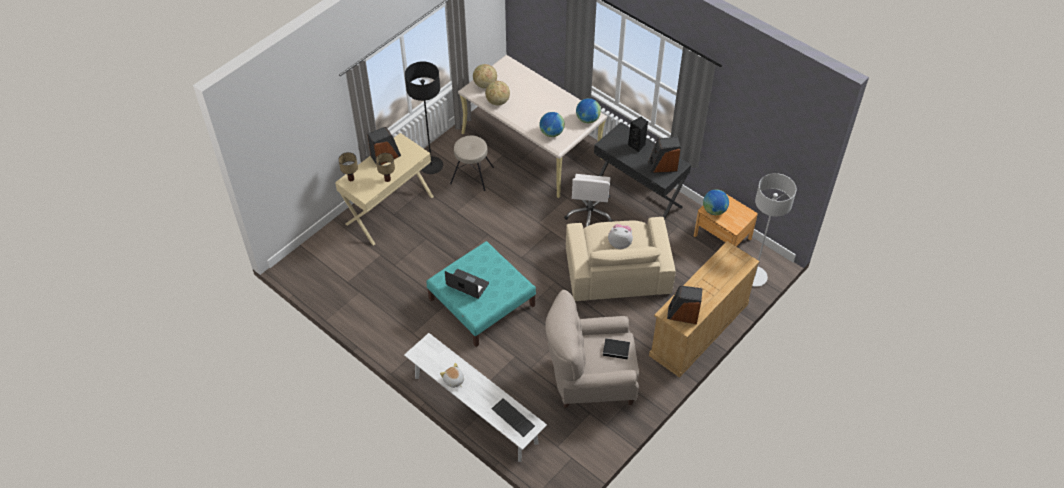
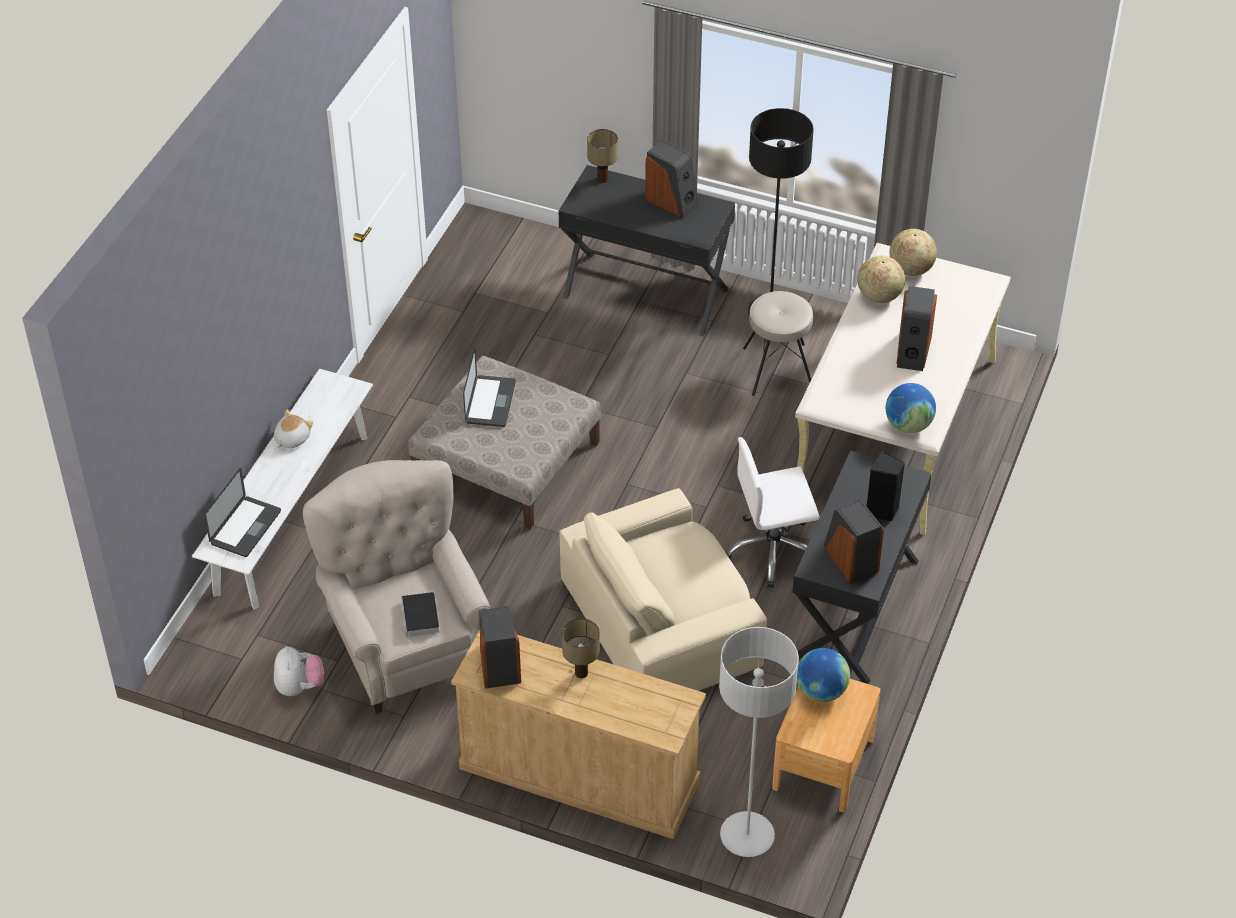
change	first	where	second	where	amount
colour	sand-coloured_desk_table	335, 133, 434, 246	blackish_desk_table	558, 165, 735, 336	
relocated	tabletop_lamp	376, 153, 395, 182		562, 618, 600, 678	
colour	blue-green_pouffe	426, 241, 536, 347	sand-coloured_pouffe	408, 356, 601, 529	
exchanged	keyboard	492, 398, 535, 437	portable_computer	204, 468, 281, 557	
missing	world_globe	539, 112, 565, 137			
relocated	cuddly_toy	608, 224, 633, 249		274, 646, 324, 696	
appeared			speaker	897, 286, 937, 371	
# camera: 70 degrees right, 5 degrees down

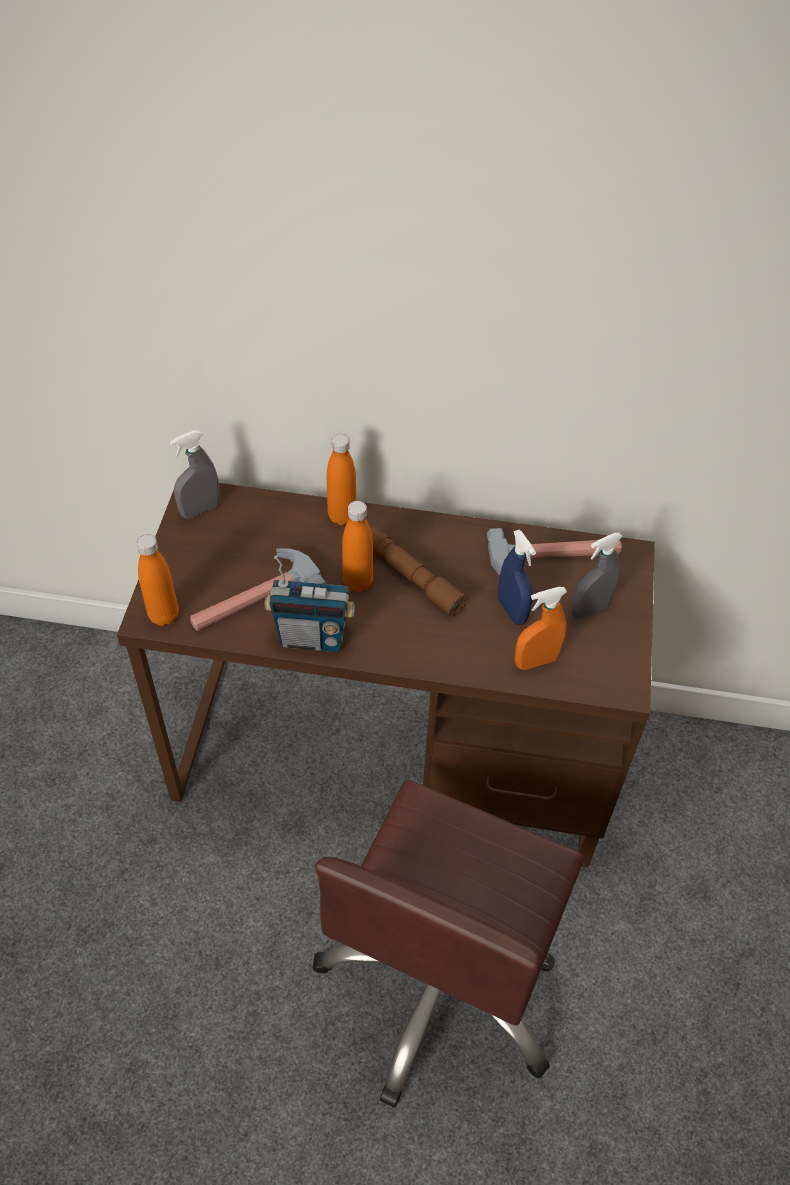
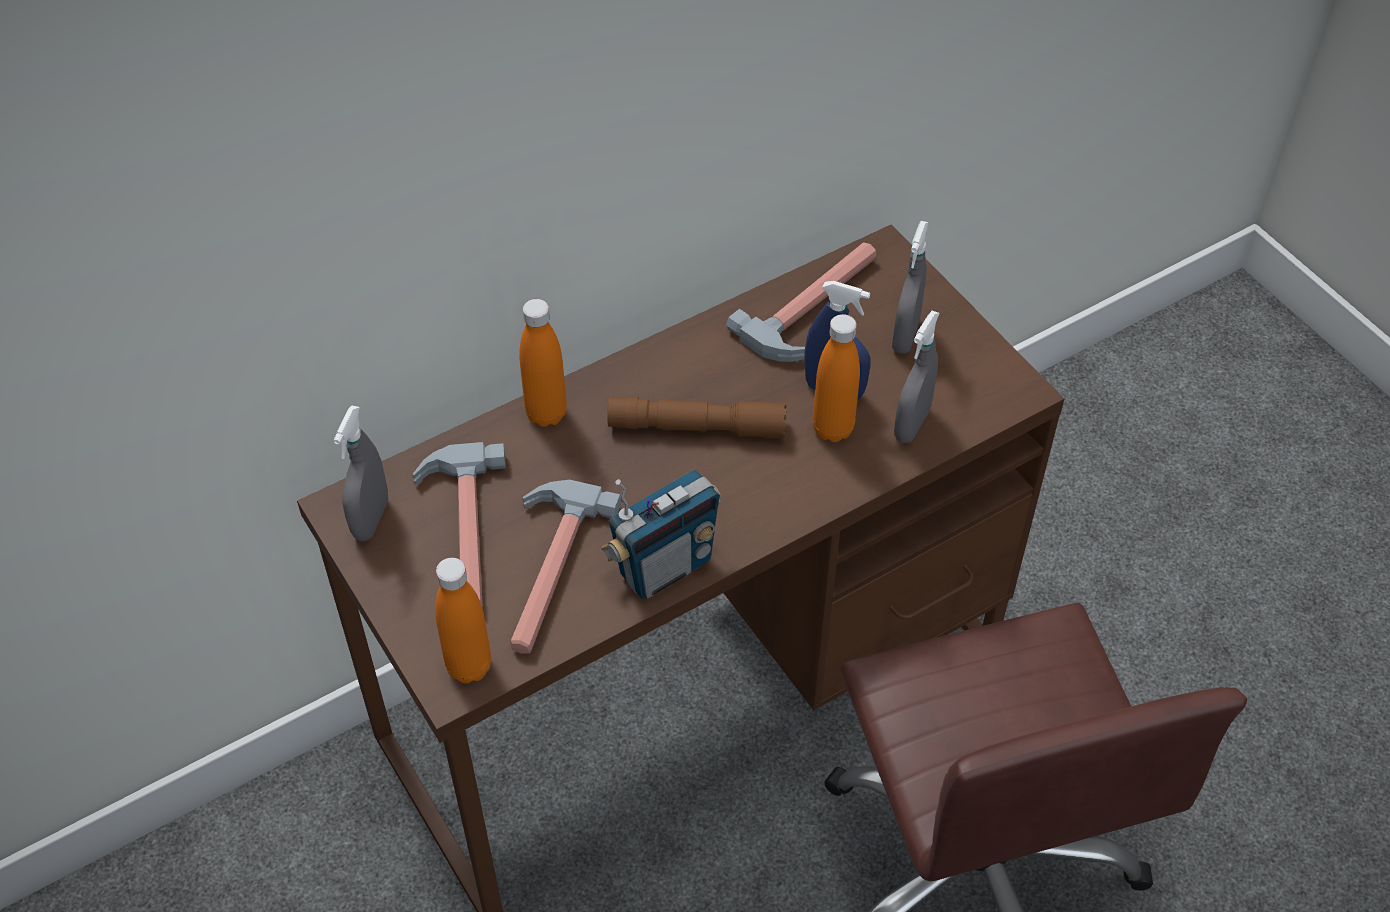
change	first	where	second	where	amount
relocated	orange_beverage_bottle	342, 501, 373, 592		813, 314, 860, 442	
colour	orange_hand_sprayer	515, 587, 567, 670	grey_hand_sprayer	894, 311, 940, 443	
appeared			hammer	412, 442, 506, 607	
# camera: 40 degrees left, 0 degrees up

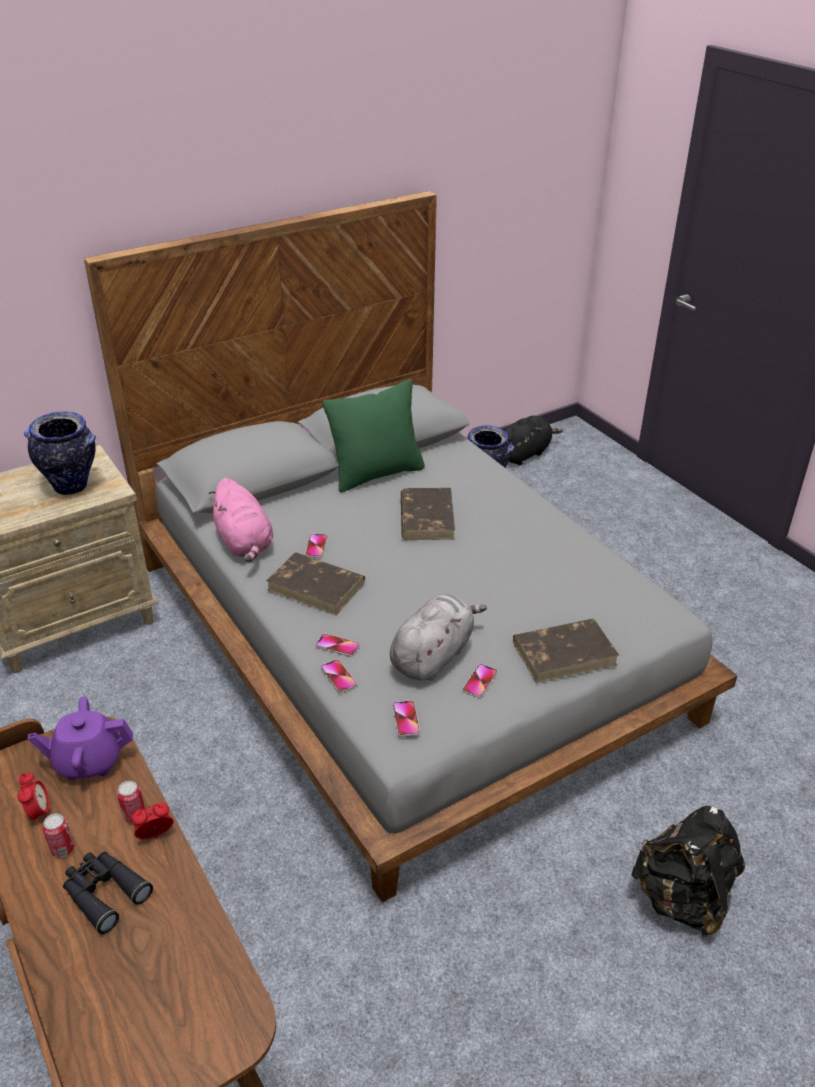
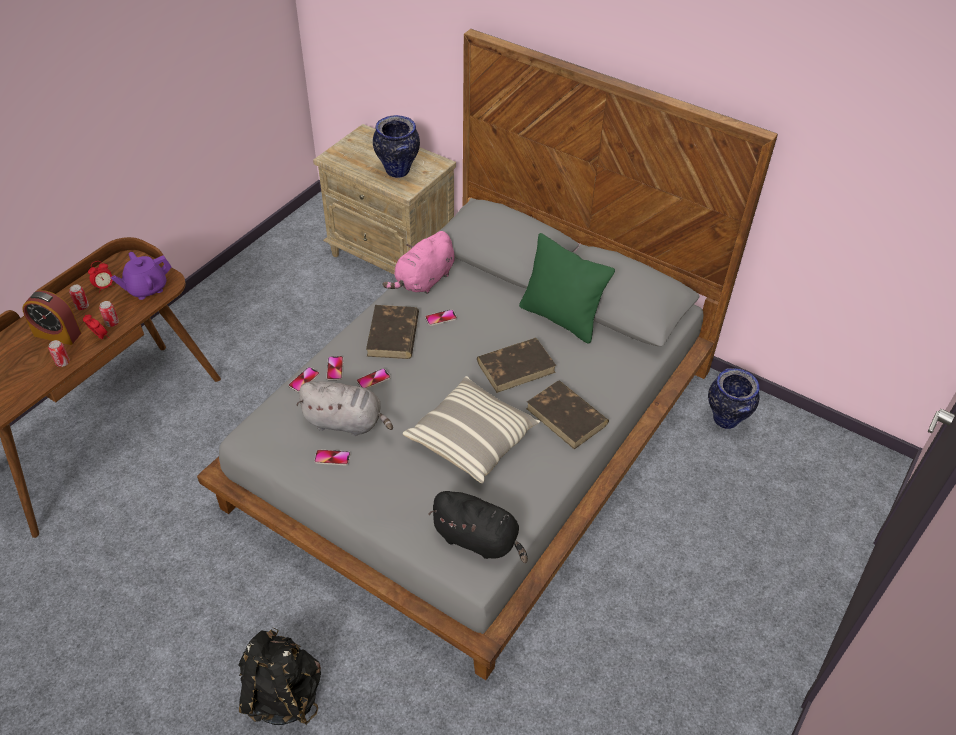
change	first	where	second	where	amount
spun	purple-coloured_tea_pot	28, 696, 133, 780		111, 252, 172, 300	90 degrees counterclockwise
exchanged	blackish_pair_of_binoculars	63, 852, 153, 934	bedside_clock	23, 290, 81, 345	
relocated	telephone	393, 700, 420, 737		357, 368, 391, 389	
relocated	blackish_cuddly_toy	503, 416, 563, 465		428, 491, 528, 563	
relocated	brown-coloured_bound_book	513, 618, 619, 683		526, 380, 609, 449	
appeared			can	48, 340, 70, 367	
appeared			pillow	403, 376, 540, 483	
# camera: 65 degrees right, 10 degrees up

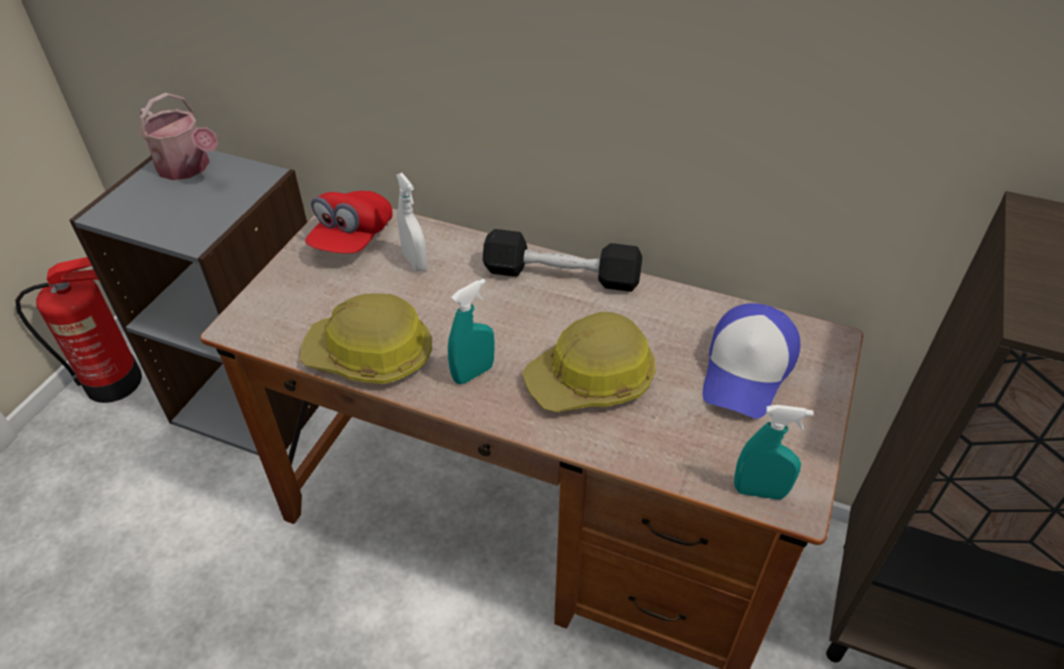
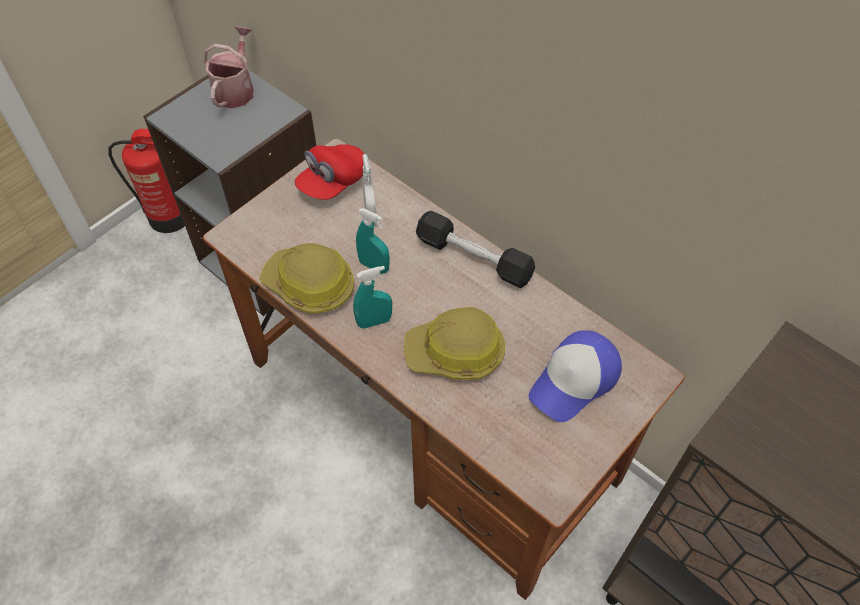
change	first	where	second	where	amount
spun	watering_pot	140, 93, 218, 180		204, 26, 254, 108	135 degrees counterclockwise
relocated	blue-green_hand_sprayer	734, 405, 813, 500		356, 208, 390, 274	
# camera: 20 degrees right, 10 degrees up

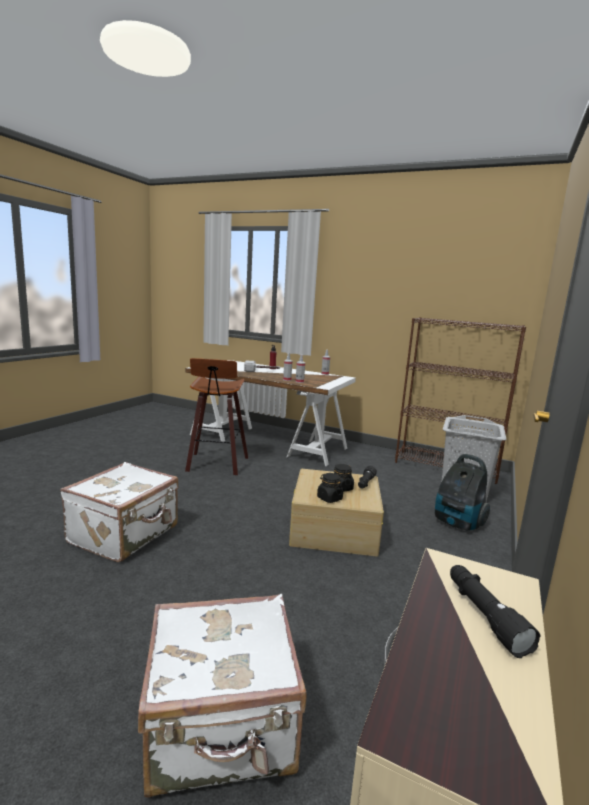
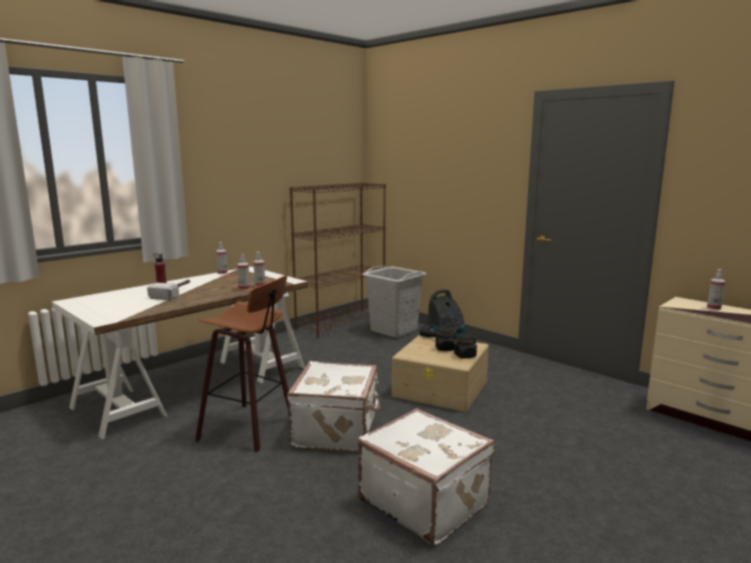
change	first	where	second	where	amount
relocated	white-coloured_suitcase	138, 594, 307, 798		287, 361, 382, 452	
exchanged	blackish_flashlight	450, 565, 541, 658	hand_sprayer	707, 269, 726, 310	
# camera: 70 degrees left, 0 degrees up

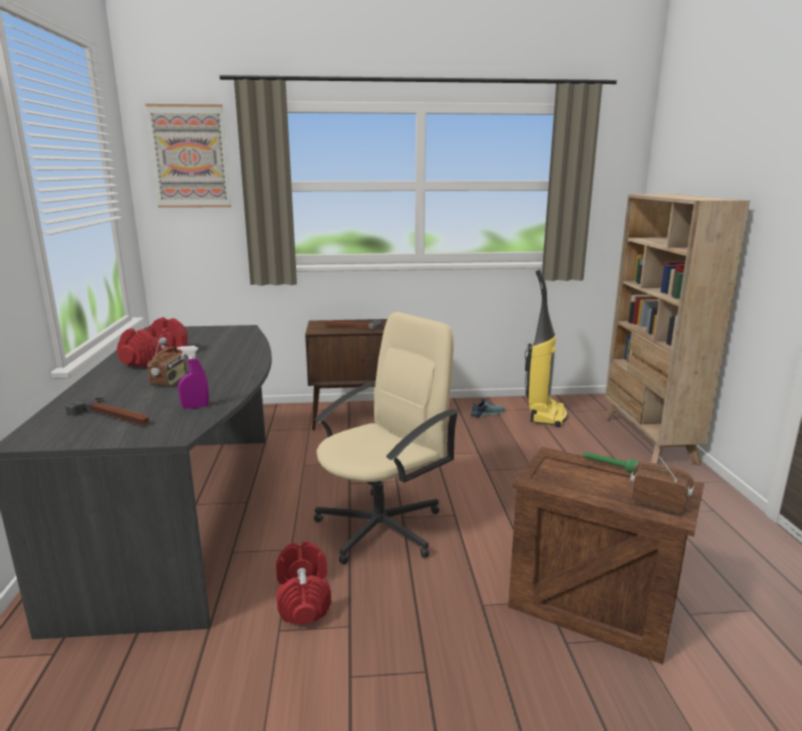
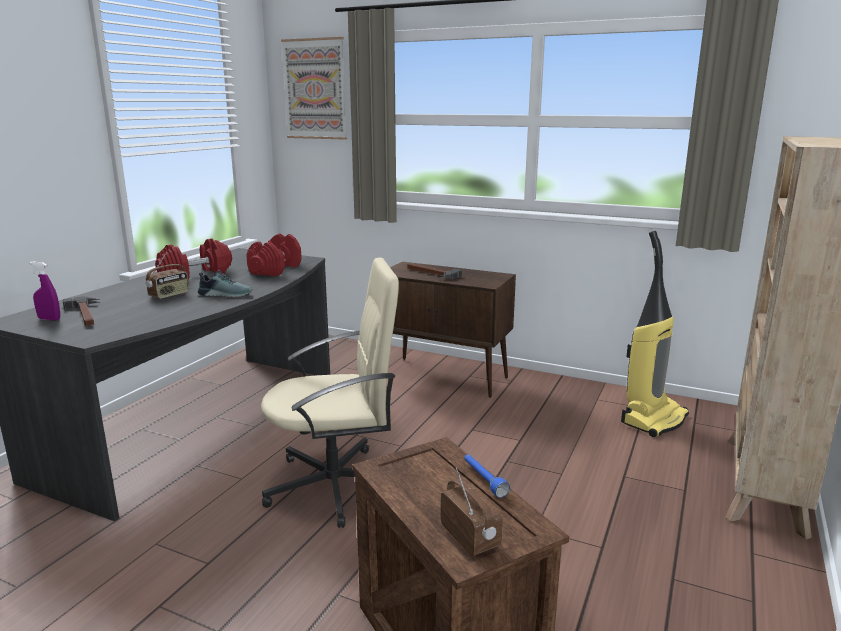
change	first	where	second	where	amount
relocated	purple-coloured_hand_sprayer	177, 346, 209, 409		29, 261, 60, 320	
relocated	red_free_weight	276, 542, 331, 624		246, 233, 302, 276	
relocated	low_shoe	471, 398, 505, 418		198, 270, 252, 297	
colour	greenish_flashlight	583, 452, 640, 473	bluish_flashlight	464, 454, 510, 498	
# camera: 30 degrees right, 0 degrees up

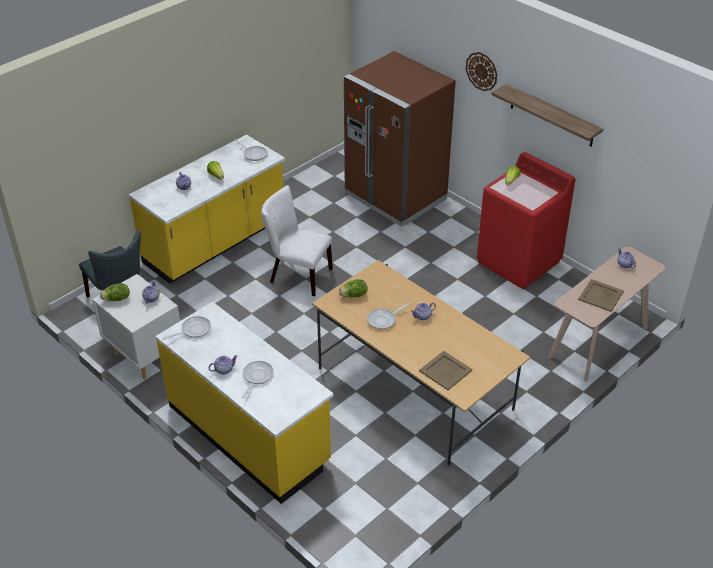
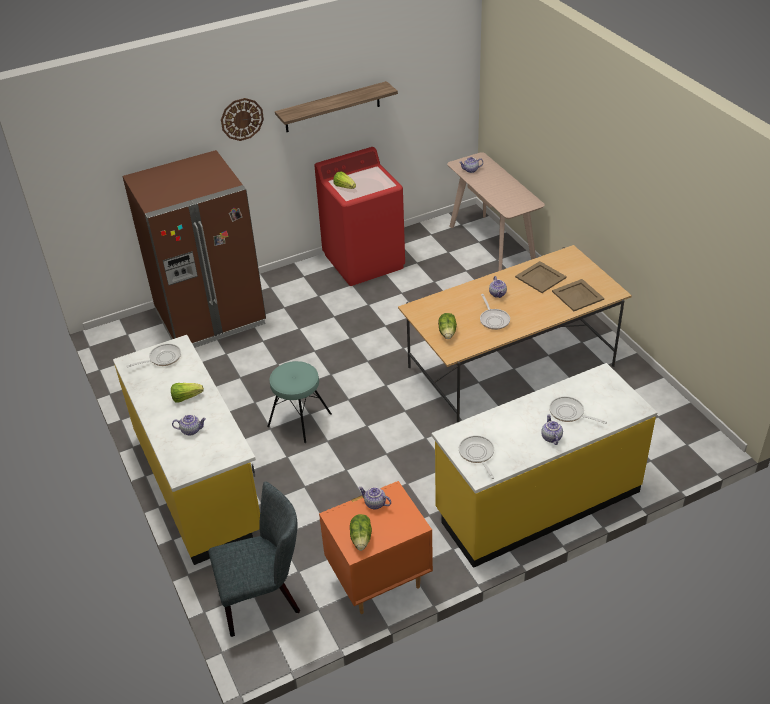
change	first	where	second	where	amount
colour	white-coloured_nightstand	92, 274, 180, 380	orange_nightstand	319, 481, 433, 614	
exchanged	white-coloured_upright_chair	261, 185, 333, 296	blue-green_sitting_stool	267, 361, 332, 443	
relocated	sand-coloured_tray	578, 279, 624, 312		515, 261, 567, 293	
# camera: 70 degrees left, 0 degrees up

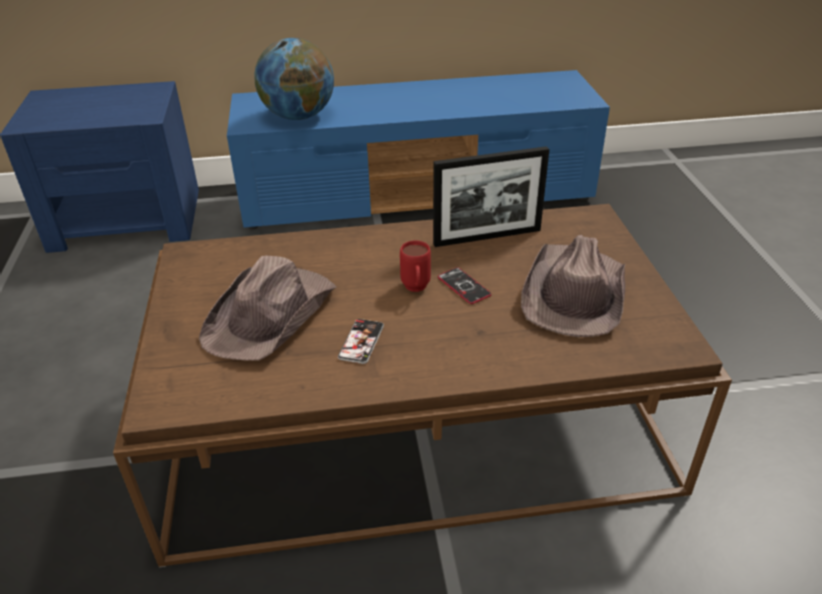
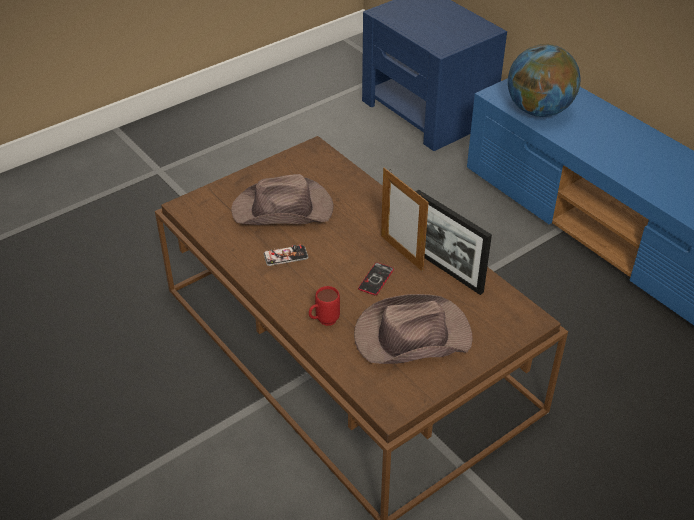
change	first	where	second	where	amount
relocated	red_coffee_mug	400, 240, 431, 292		309, 286, 340, 326	
appeared			photo_frame	381, 168, 429, 272	
# camera: 60 degrees right, 5 degrees up

